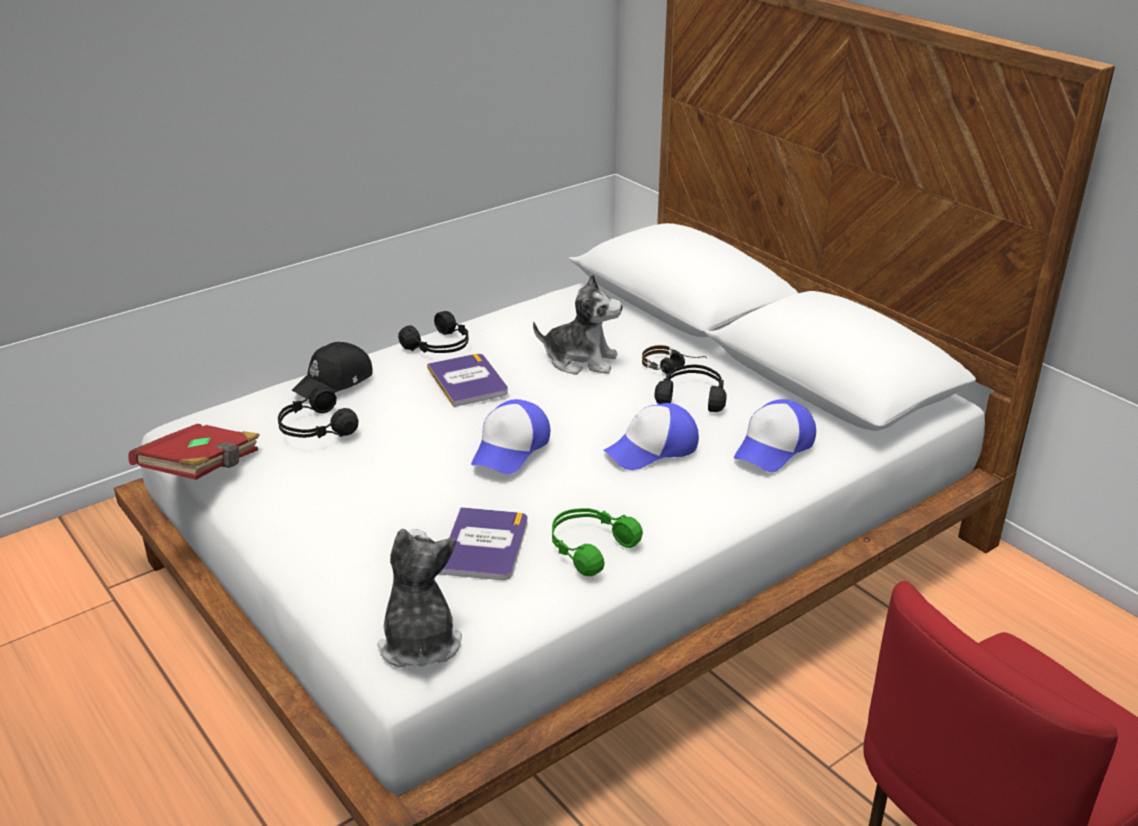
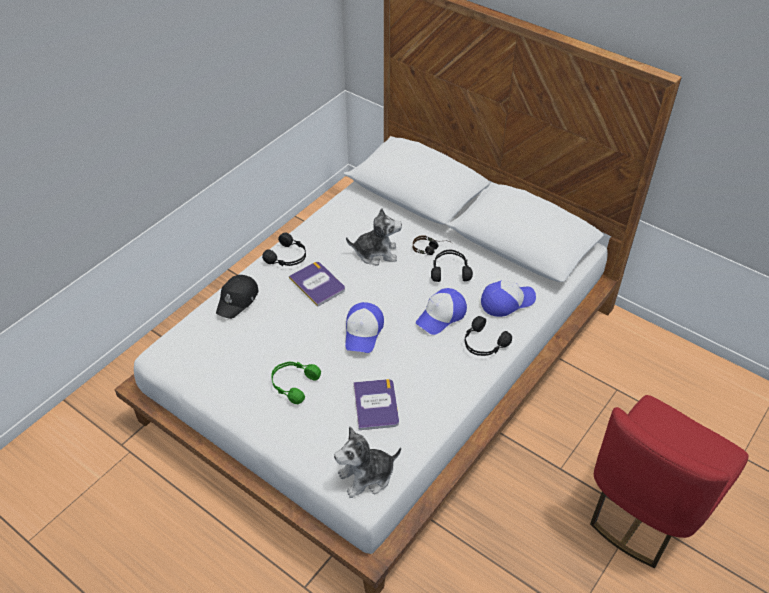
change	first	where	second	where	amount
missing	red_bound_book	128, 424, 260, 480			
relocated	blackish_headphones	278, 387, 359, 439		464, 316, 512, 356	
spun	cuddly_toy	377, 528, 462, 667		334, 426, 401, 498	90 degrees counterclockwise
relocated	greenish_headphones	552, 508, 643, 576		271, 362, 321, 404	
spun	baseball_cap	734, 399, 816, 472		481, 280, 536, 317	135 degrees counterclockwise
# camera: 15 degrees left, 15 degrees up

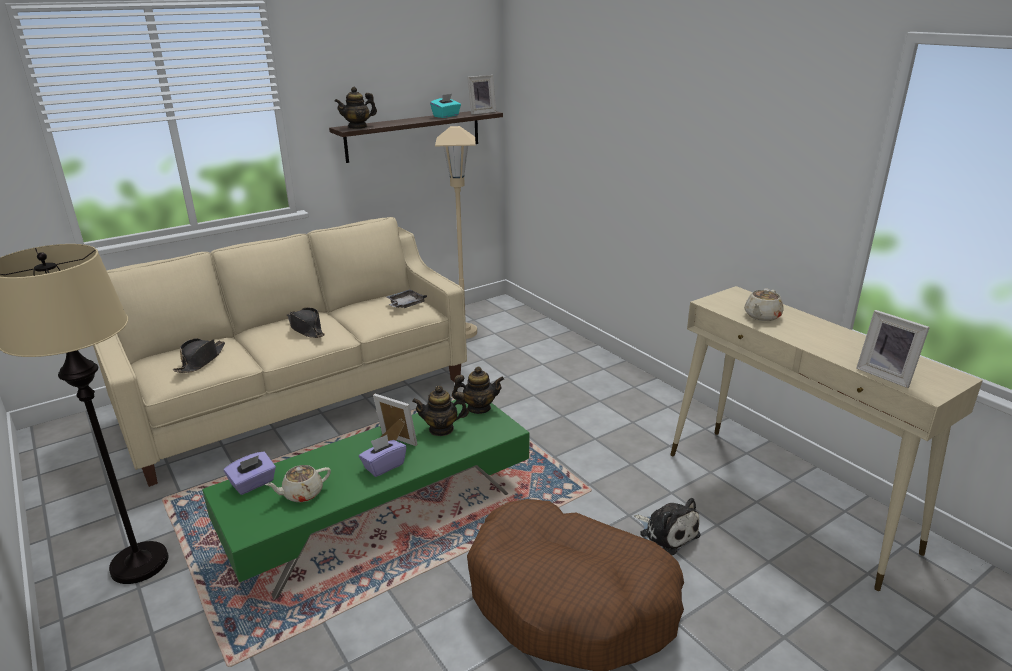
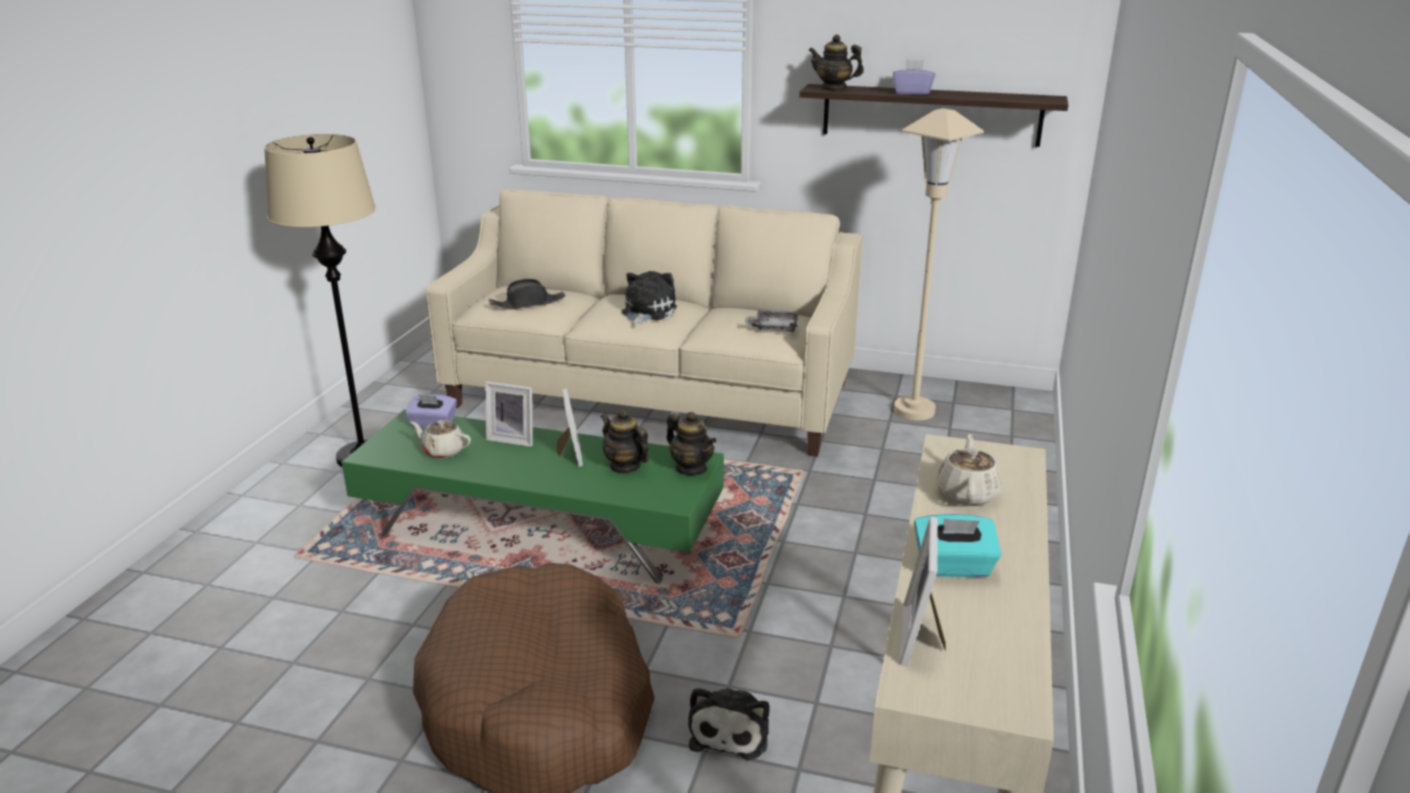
change	first	where	second	where	amount
exchanged	blackish_hat	286, 307, 325, 338	cuddly_toy	621, 271, 677, 326	
relocated	purple-coloured_tissue_box	359, 435, 406, 477		893, 59, 935, 95	
relocated	blue-green_tissue_box	430, 94, 461, 118		914, 514, 1002, 577	
relocated	photo_frame	467, 75, 496, 115		485, 381, 533, 447	
spun	sand-coloured_tea_pot	744, 288, 784, 321		936, 434, 1002, 506	105 degrees clockwise
# camera: 50 degrees right, 0 degrees up

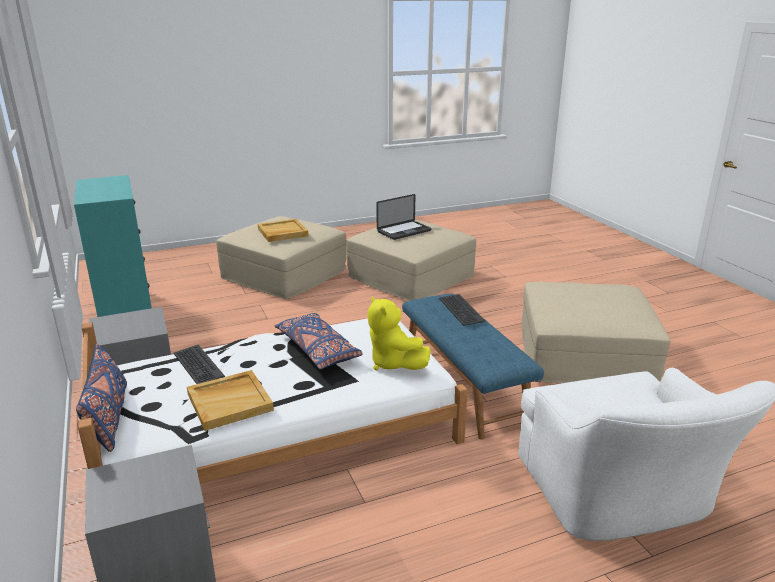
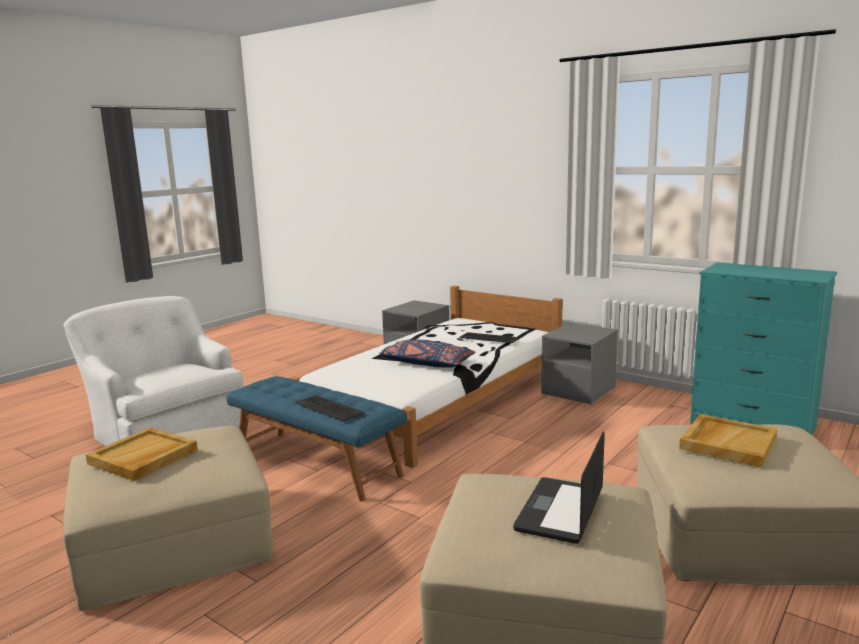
change	first	where	second	where	amount
missing	bluish_pillow	76, 344, 127, 452			
relocated	sand-coloured_tray	187, 370, 274, 431		86, 428, 198, 481	
missing	yellow_cuddly_toy	367, 296, 431, 371			
# camera: 150 degrees right, 10 degrees down

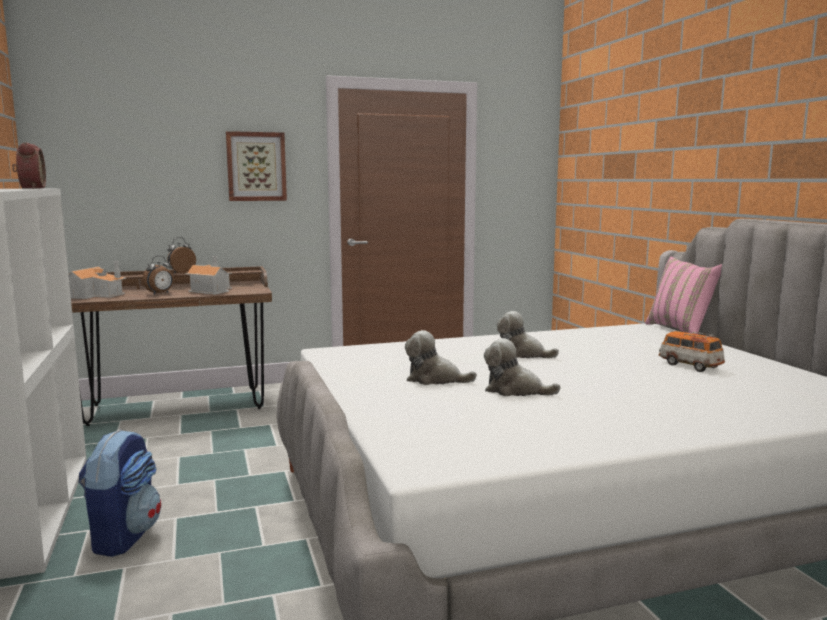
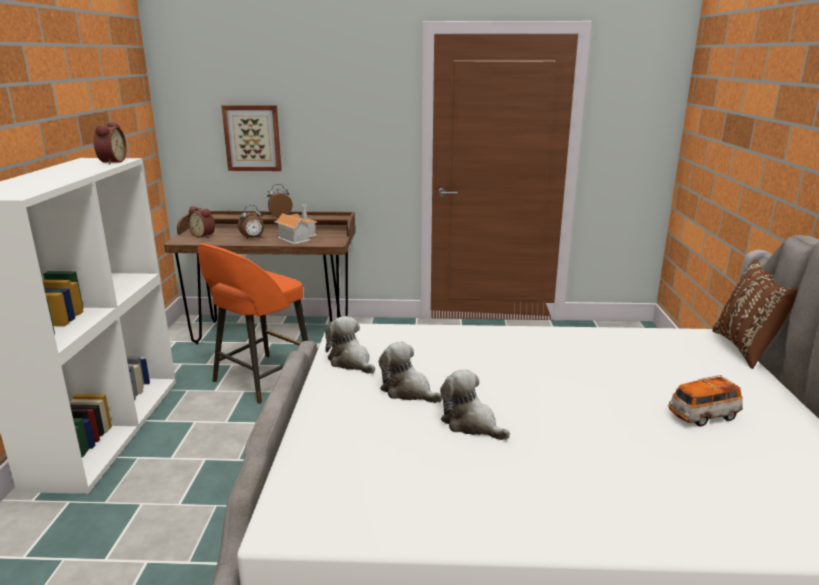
change	first	where	second	where	amount
exchanged	miniature_house	69, 261, 126, 299	bedside_clock	187, 206, 215, 238	
missing	backpack	78, 429, 161, 557			
relocated	wall_picture	226, 131, 287, 201		222, 105, 282, 171	
relocated	cuddly_toy	497, 311, 559, 358		325, 316, 375, 374	
colour	pink-coloured_pillow	645, 256, 722, 334	brown-coloured_pillow	712, 259, 799, 369	
spun	model_car	659, 331, 725, 372		668, 375, 743, 427	90 degrees counterclockwise
appeared			orange_sitting_stool	198, 243, 308, 404	
# camera: 20 degrees right, 10 degrees up

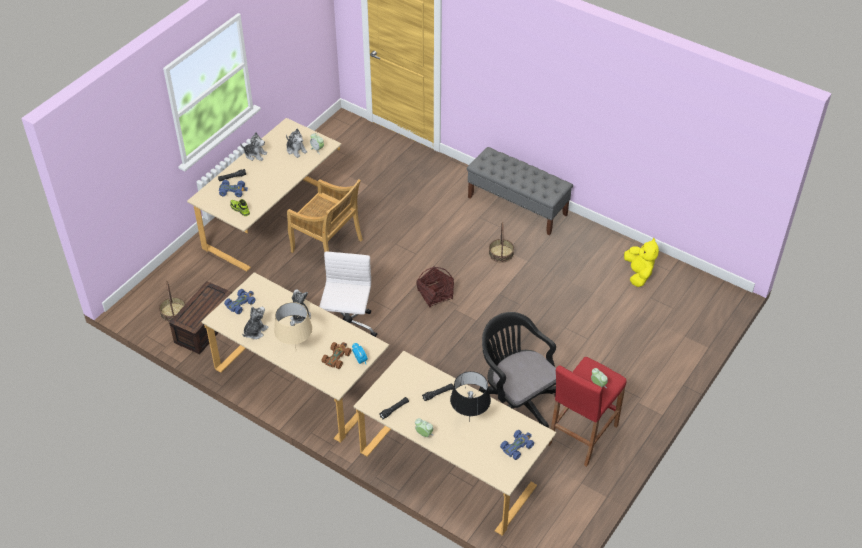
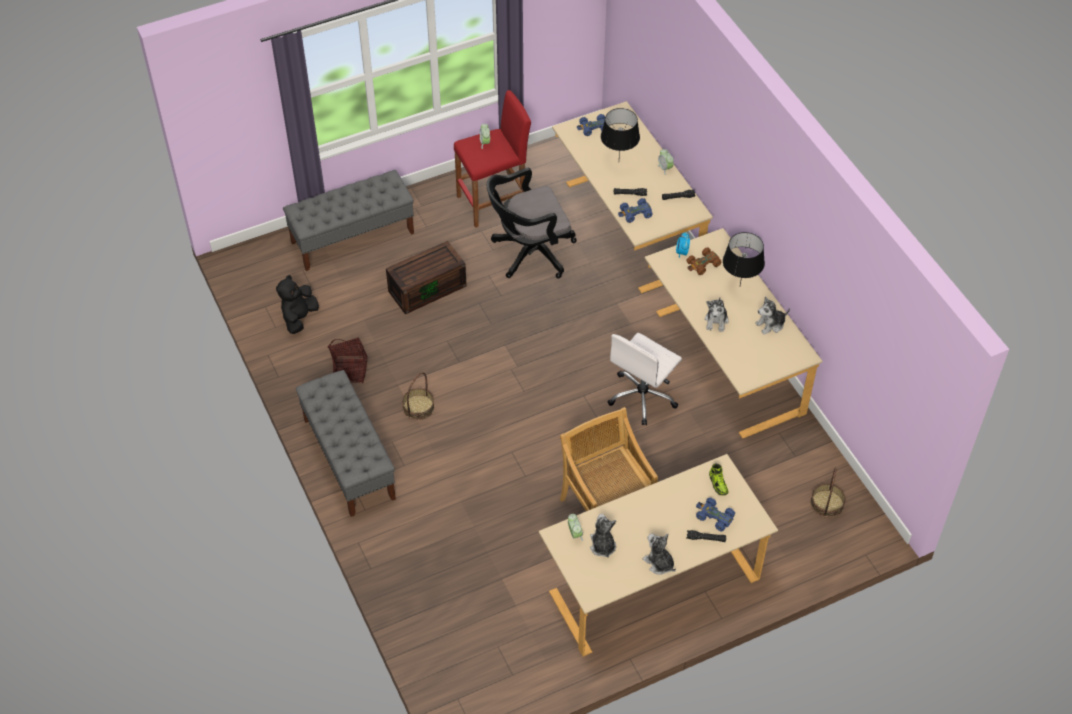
change	first	where	second	where	amount
relocated	brown-coloured_storage_container	169, 281, 232, 354		386, 241, 467, 314	
relocated	bluish_model_car	224, 289, 255, 314		618, 198, 652, 223	
colour	sand-coloured_tabletop_lamp	274, 302, 313, 349	blackish_tabletop_lamp	723, 232, 765, 285	
relocated	household_basket	417, 266, 454, 307		328, 338, 367, 383	
spun	blackish_office_chair	479, 312, 556, 428		487, 168, 577, 279	75 degrees clockwise
colour	yellow_cuddly_toy	624, 238, 659, 287	blackish_cuddly_toy	276, 275, 319, 334	
appeared			grey_indoor_bench	283, 170, 414, 271	
# camera: 150 degrees left, 5 degrees up

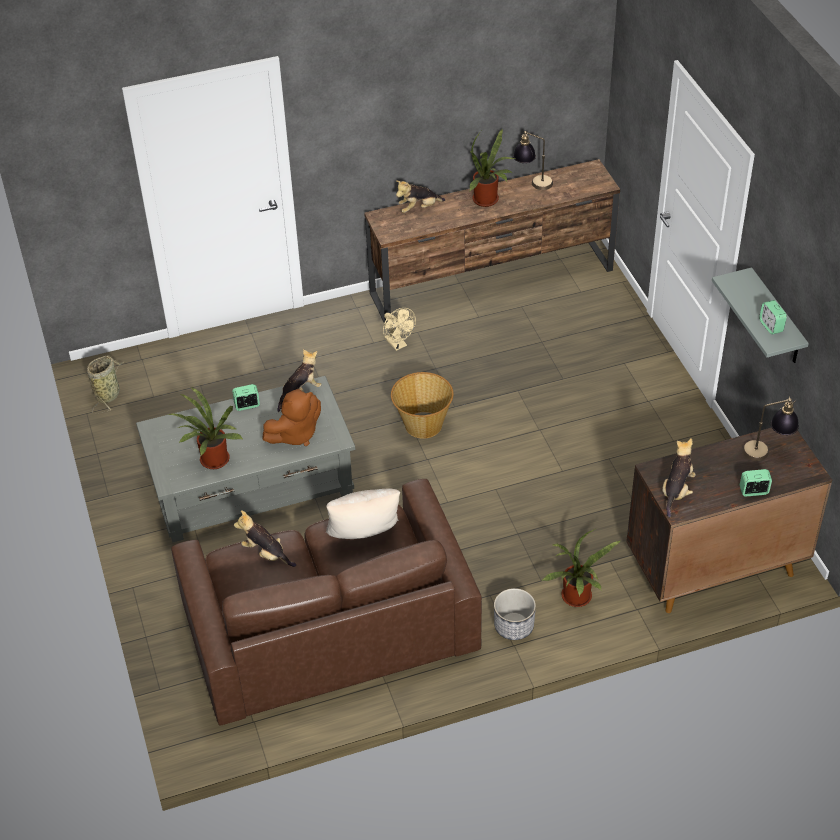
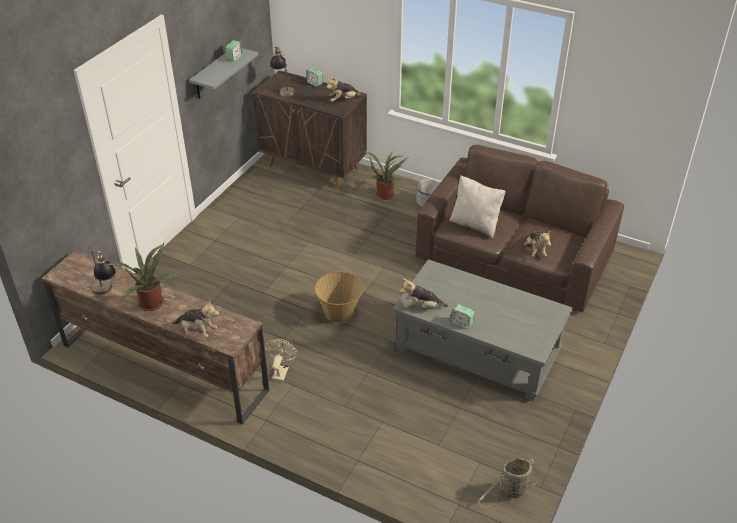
change	first	where	second	where	amount
missing	houseplant	168, 387, 243, 469			
missing	brown-coloured_cuddly_toy	262, 389, 321, 446			
# camera: 135 degrees left, 5 degrees down

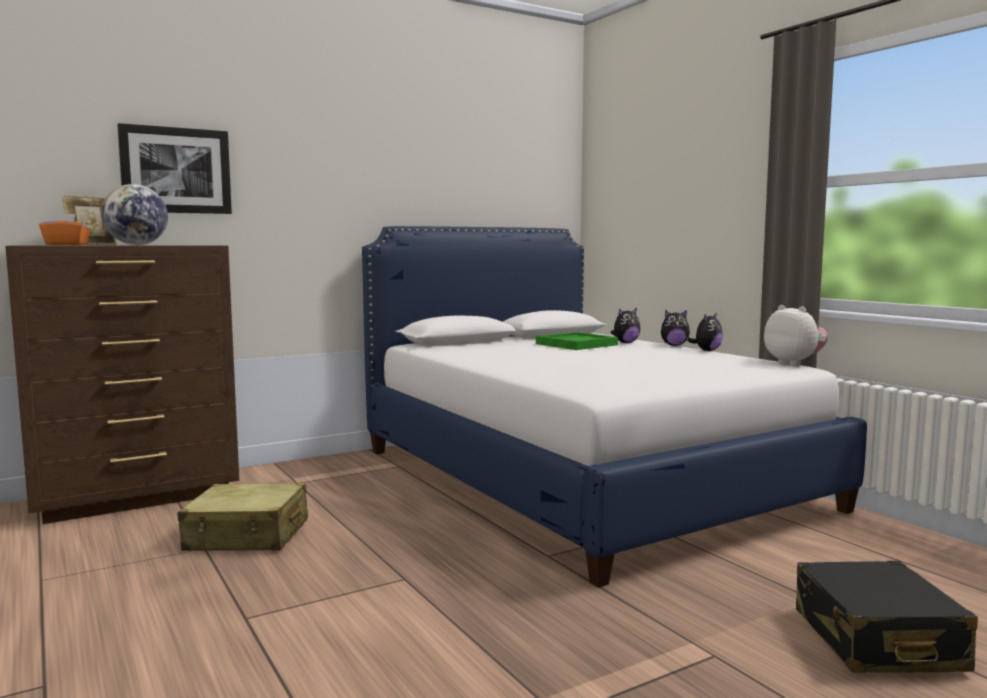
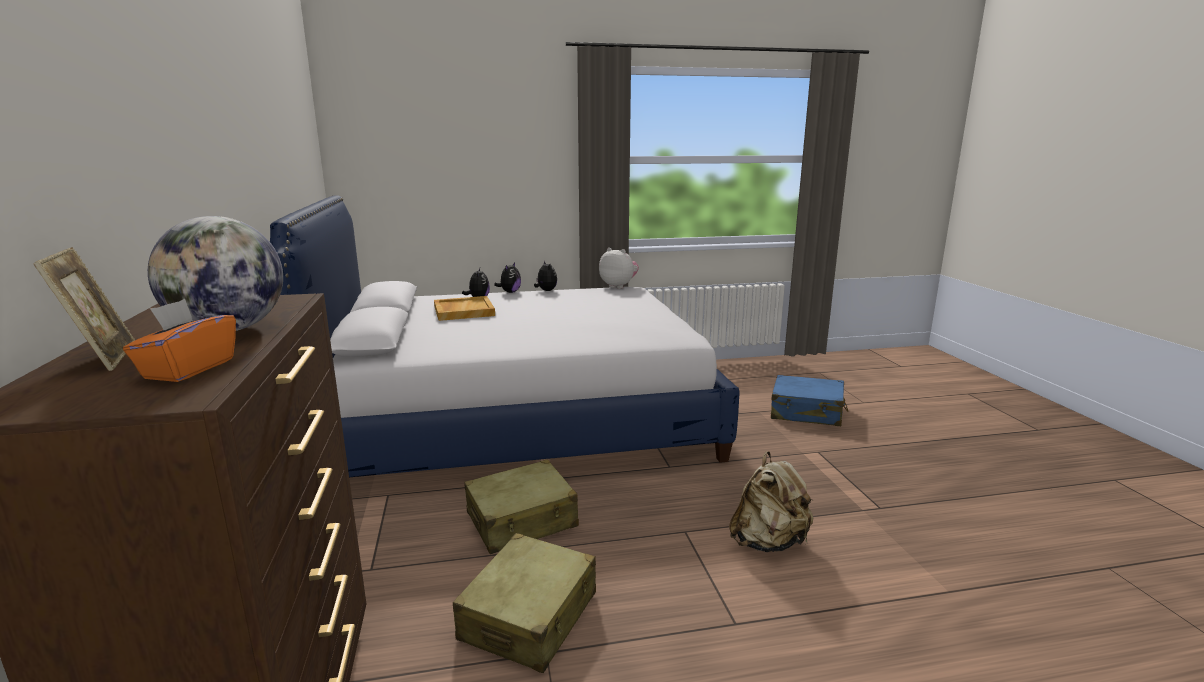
change	first	where	second	where	amount
missing	wall_picture	117, 123, 232, 214			
colour	greenish_tray	536, 332, 618, 350	sand-coloured_tray	434, 296, 495, 321	
spun	cuddly_toy	764, 305, 828, 366		599, 248, 639, 289	45 degrees clockwise
colour	blackish_suitcase	796, 561, 978, 673	bluish_suitcase	771, 375, 848, 426	
appeared			sand-coloured_suitcase	464, 459, 579, 554	
appeared			sand-coloured_backpack	729, 451, 813, 552	
# camera: 70 degrees left, 10 degrees up

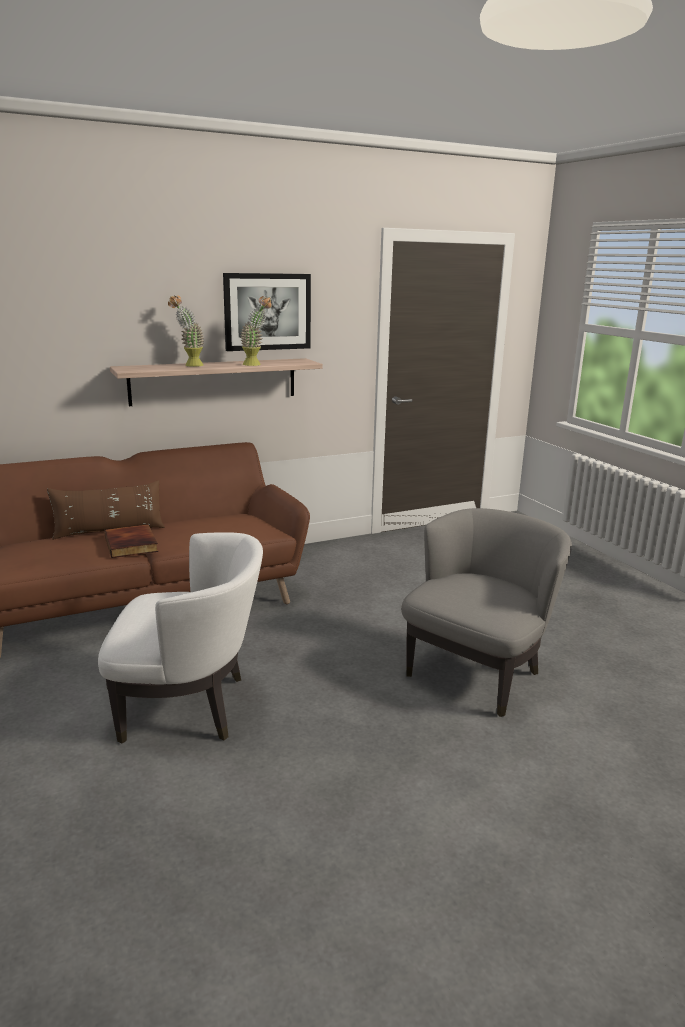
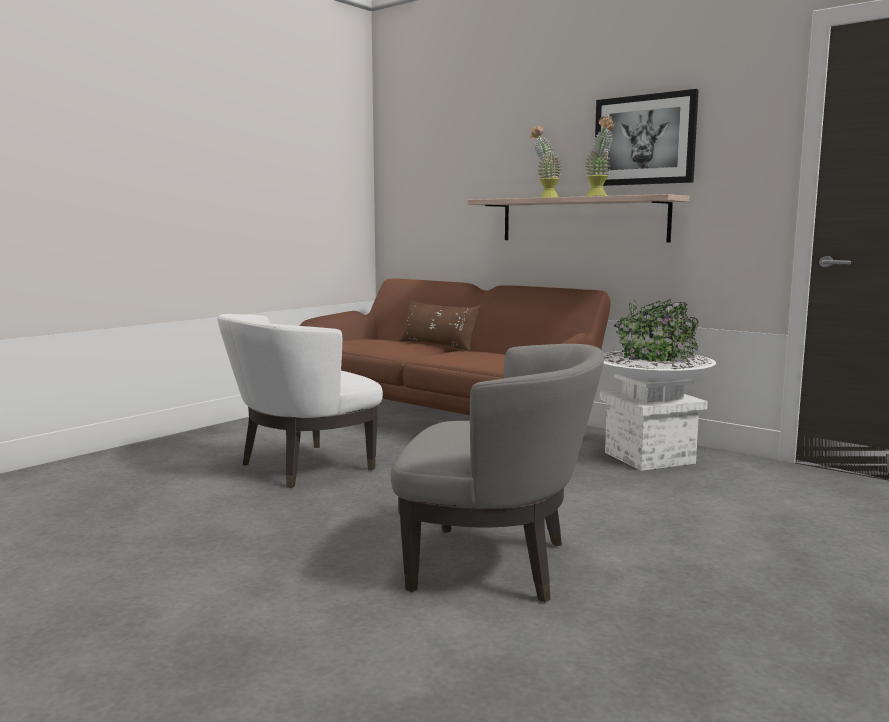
change	first	where	second	where	amount
spun	white-coloured_lounge_chair	98, 532, 263, 743		217, 314, 383, 488	75 degrees clockwise
missing	bound_book	104, 524, 158, 558			
appeared			white-coloured_plant_pot	600, 299, 716, 471	
# camera: 65 degrees right, 10 degrees down

